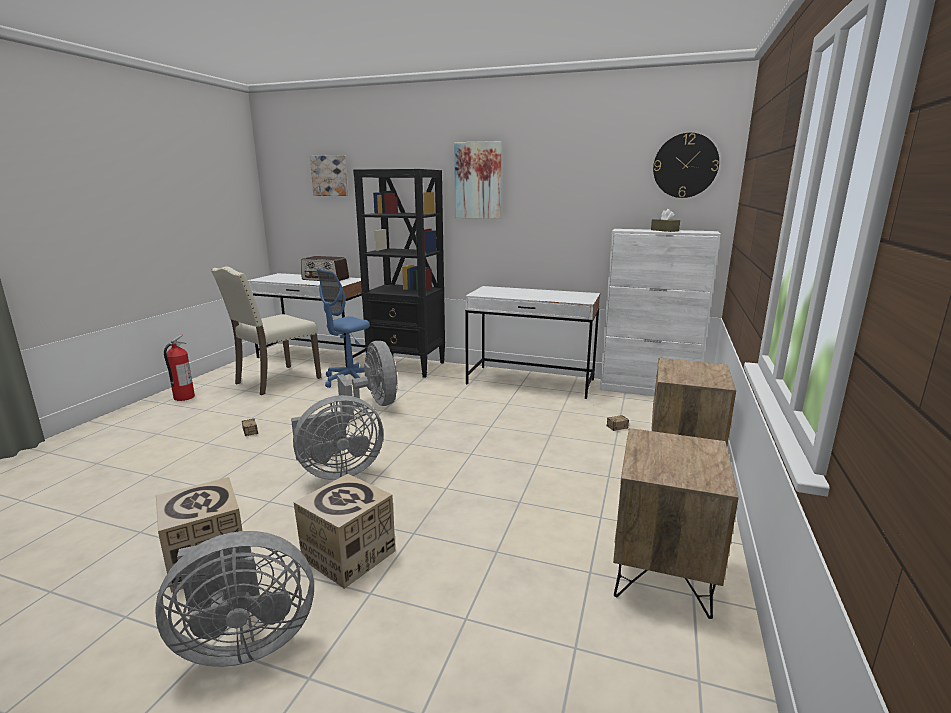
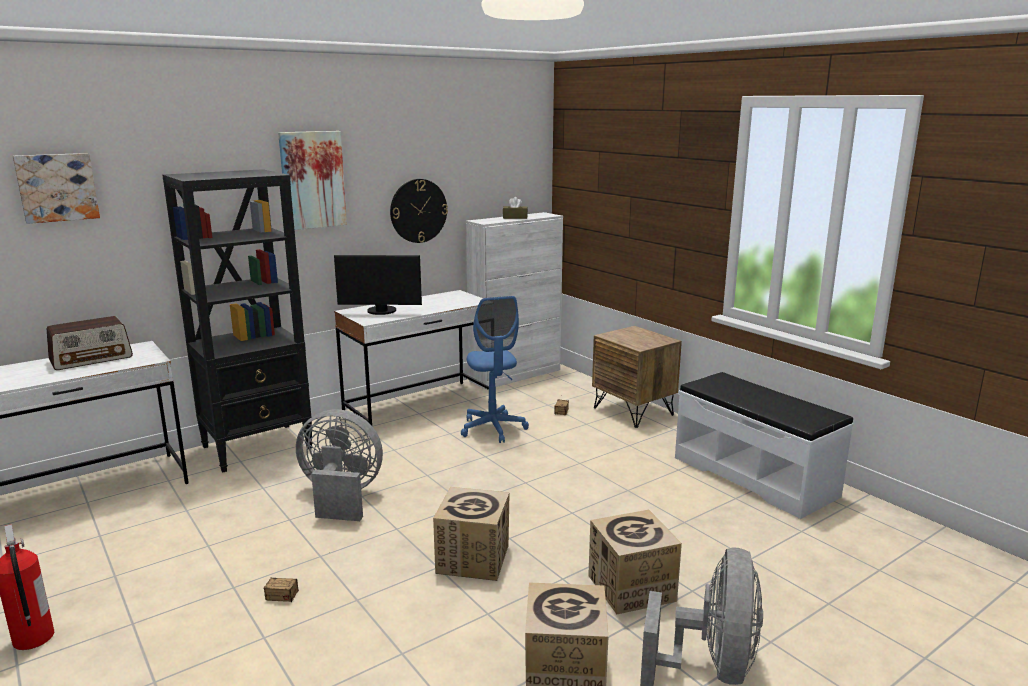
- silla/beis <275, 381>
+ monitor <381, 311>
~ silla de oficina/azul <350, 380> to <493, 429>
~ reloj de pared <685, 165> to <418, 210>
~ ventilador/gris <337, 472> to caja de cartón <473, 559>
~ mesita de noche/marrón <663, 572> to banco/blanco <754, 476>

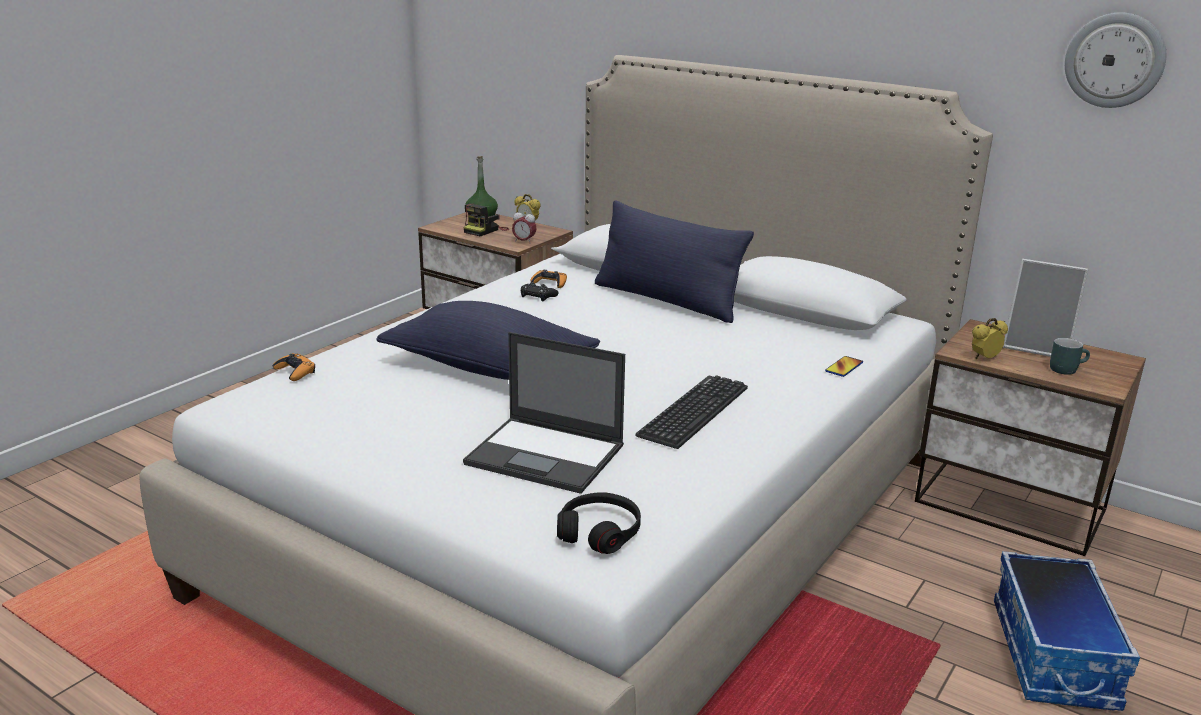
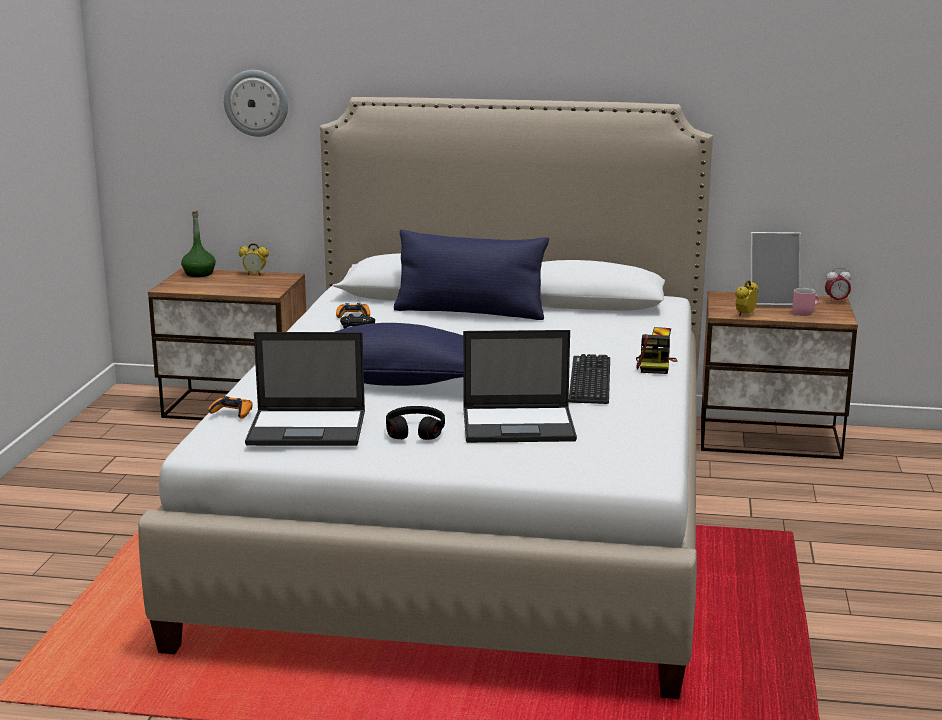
- caja de almacenaje <1055, 656>
+ portátil <308, 428>
~ cámara <485, 230> to <655, 366>
~ despertador <524, 241> to <836, 301>
~ auriculares/negro <599, 532> to <415, 431>
~ reloj de pared <1114, 60> to <256, 103>
~ taza grande/turquesa <1065, 369> to taza grande/rosa <804, 312>

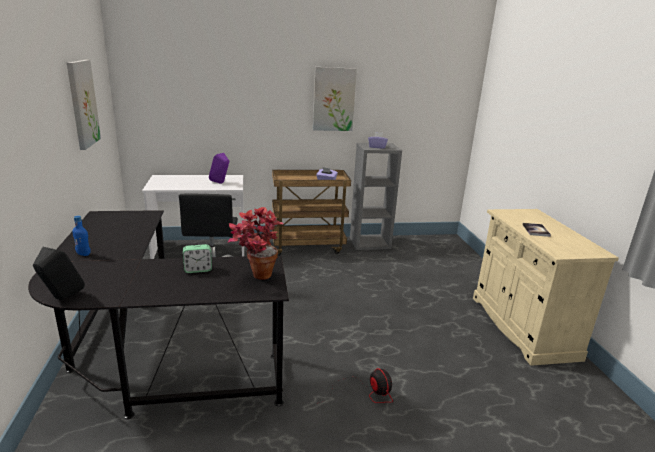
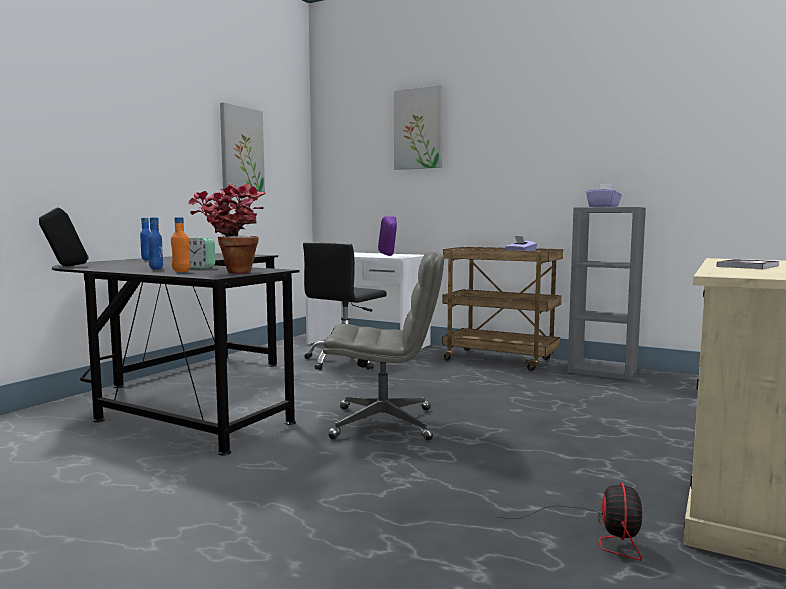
+ botella/azul <156, 269>
+ botella/naranja <181, 271>
+ silla de oficina/gris <385, 423>
~ cuadro <333, 99> to <418, 129>
~ ventilador <365, 393> to <596, 534>

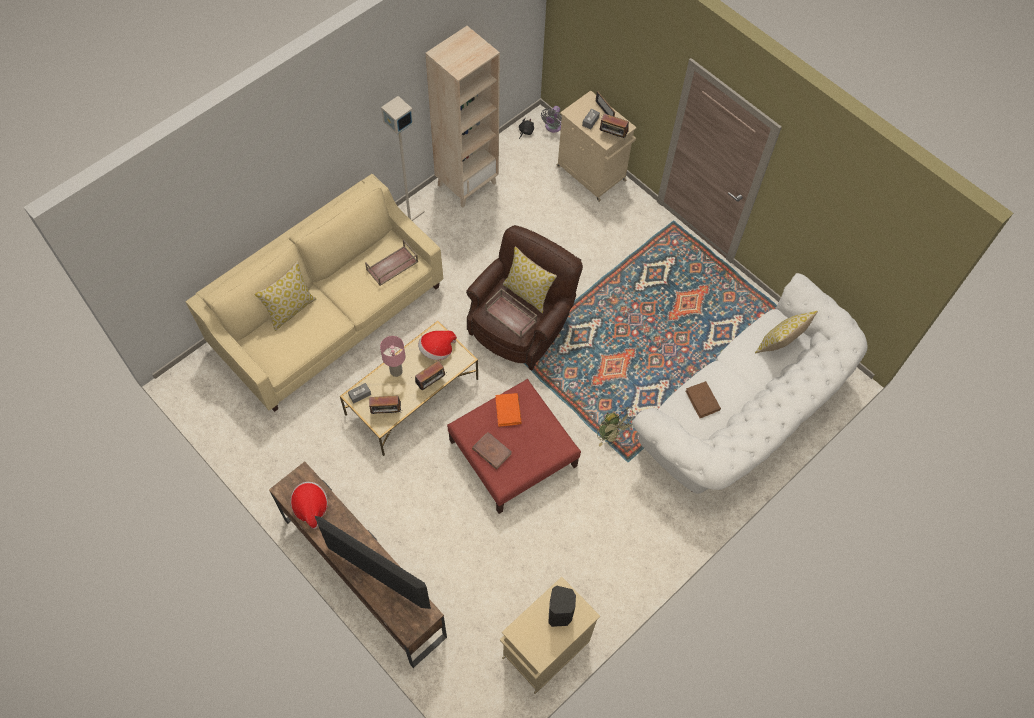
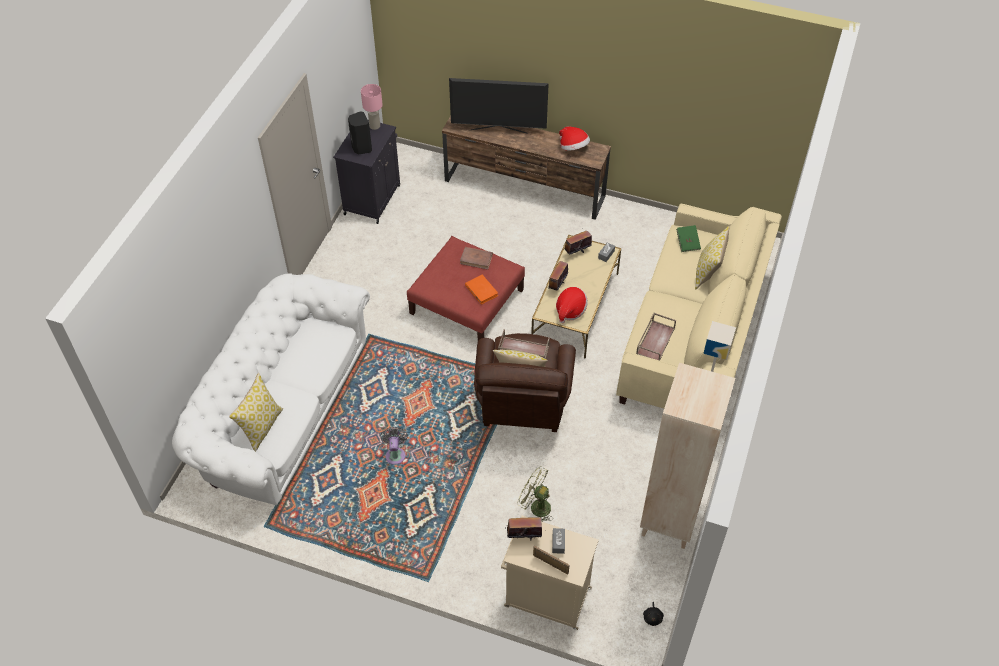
- libro/marrón <702, 400>
+ libro/verde <687, 243>
~ lámpara de mesa/rosa <396, 371> to <374, 126>
~ ventilador/gris <552, 127> to <395, 454>
~ ventilador/verde <612, 435> to <536, 507>
~ armario/beis <544, 651> to armario/negro <373, 199>

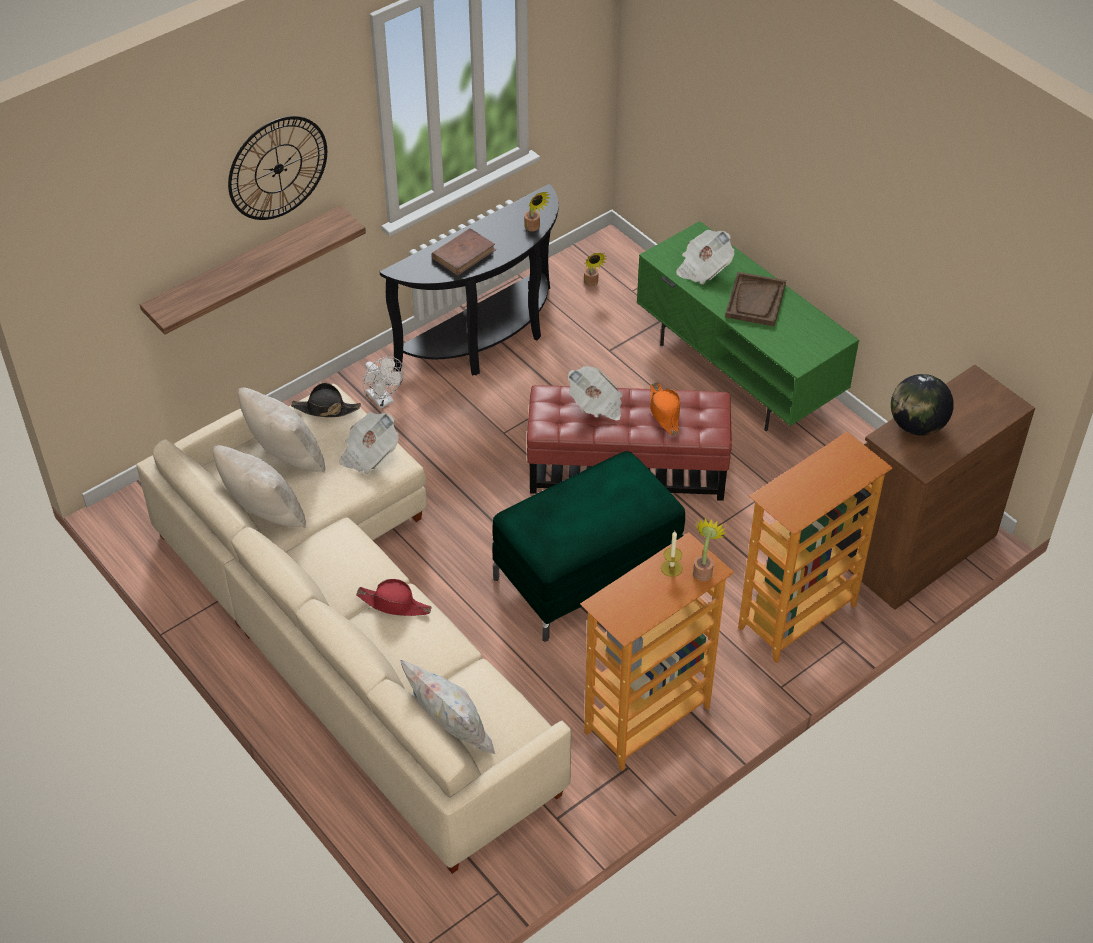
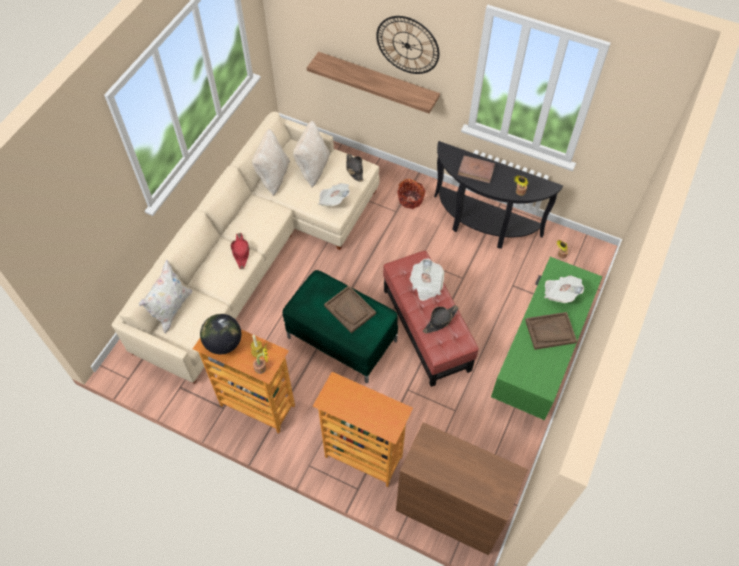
+ bandeja/marrón <350, 310>
~ globo terráqueo <917, 425> to <224, 343>
~ ventilador/blanco <383, 400> to cesta <410, 199>
~ sombrero/naranja <664, 412> to sombrero/negro <440, 321>

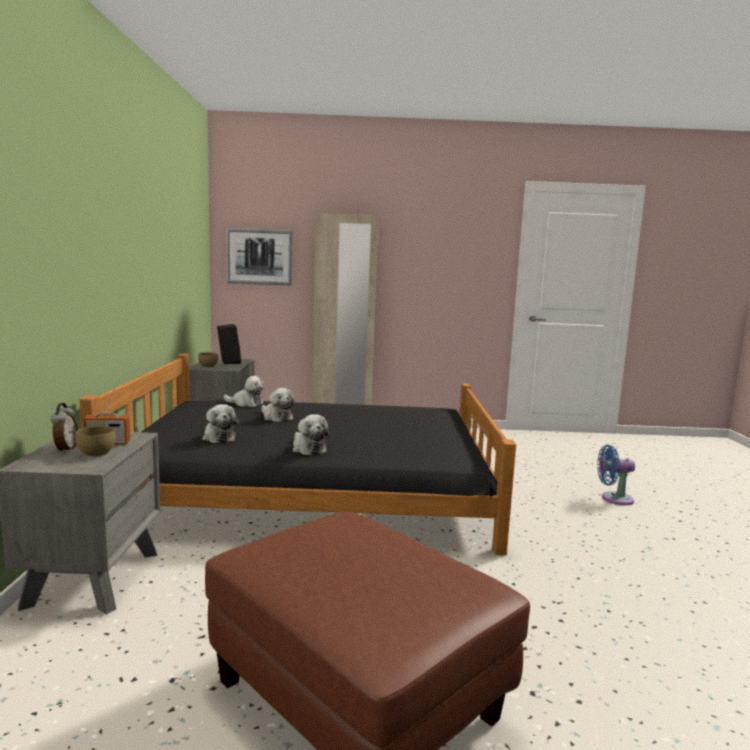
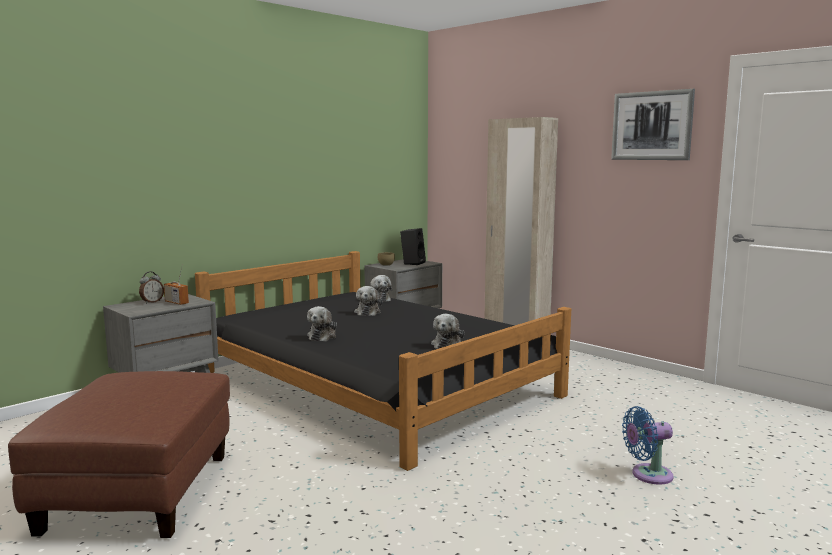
- cuenco/marrón <96, 454>
~ peluche <219, 437> to <447, 344>
~ cuadro <259, 256> to <651, 126>
~ ventilador/azul <613, 499> = <648, 475> 60 degrees counterclockwise

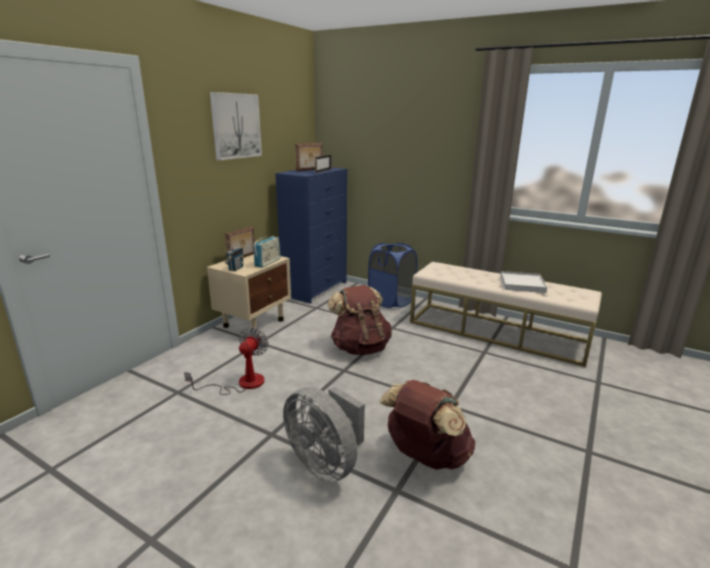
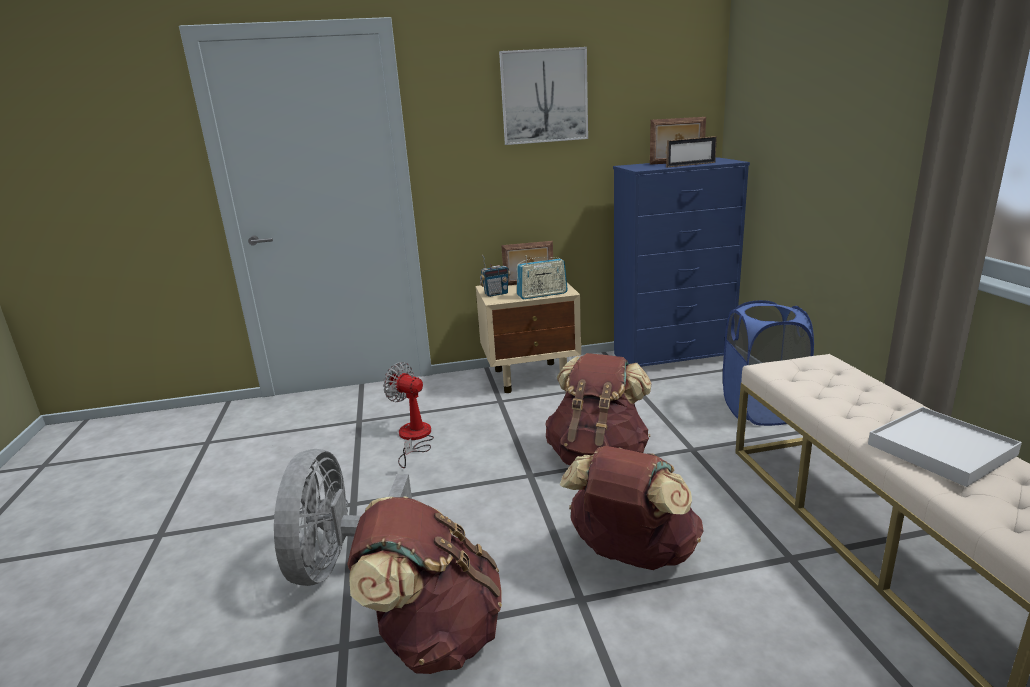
+ mochila/marrón <631, 555>
~ ventilador <241, 383> = <414, 438> 120 degrees counterclockwise

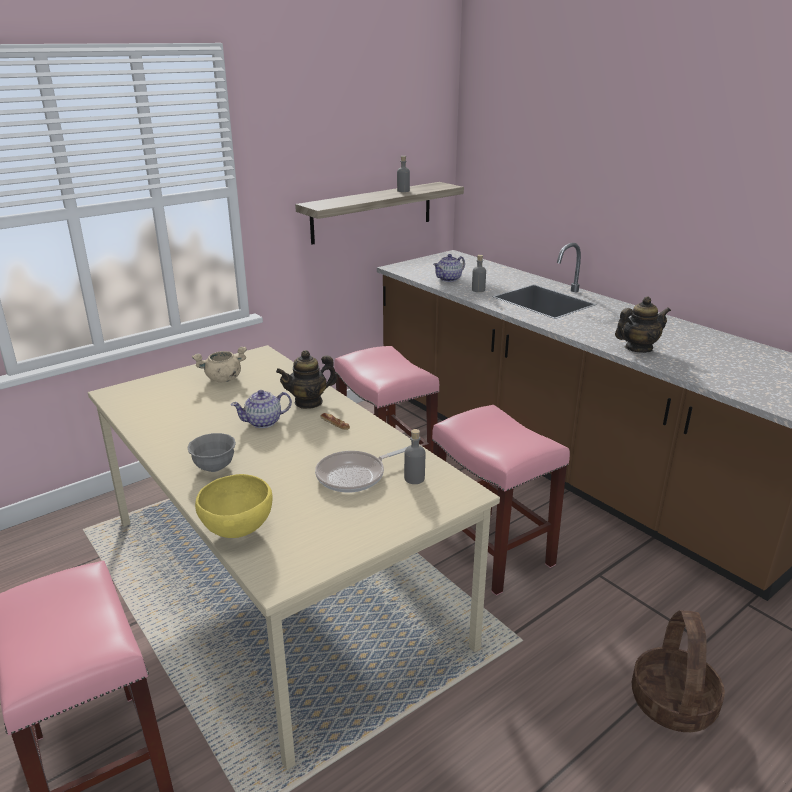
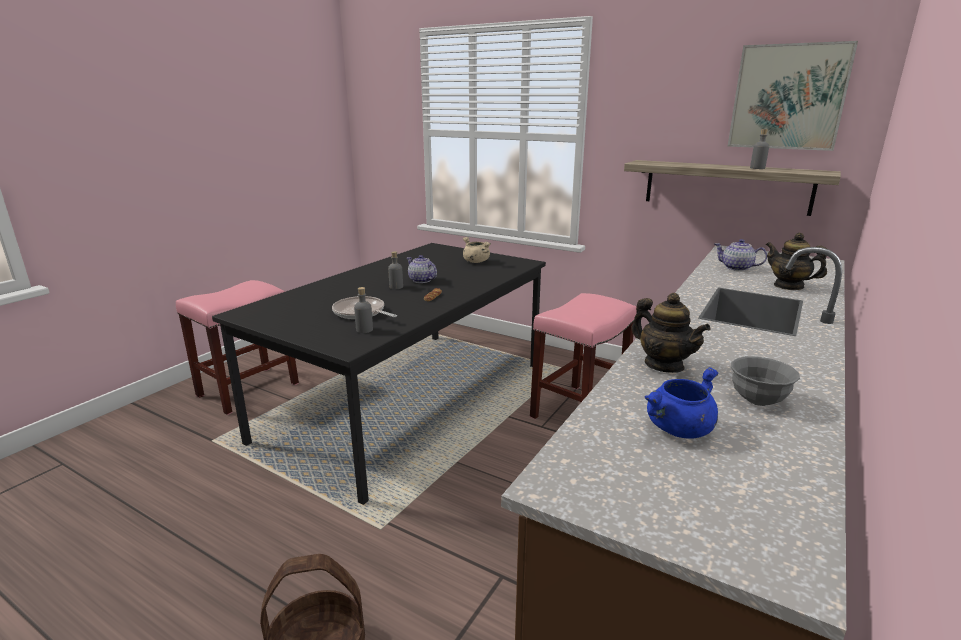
- cuenco/amarillo <238, 531>
- taburete/rosa <492, 551>
+ olla/azul <679, 430>
+ cuadro <788, 97>
~ cuenco/gris <214, 467> to <758, 400>
~ tetera <308, 402> to <788, 286>
~ botella/gris <478, 290> to <396, 287>
~ mesa de comedor/beis <283, 579> to mesa de comedor/negro <409, 401>

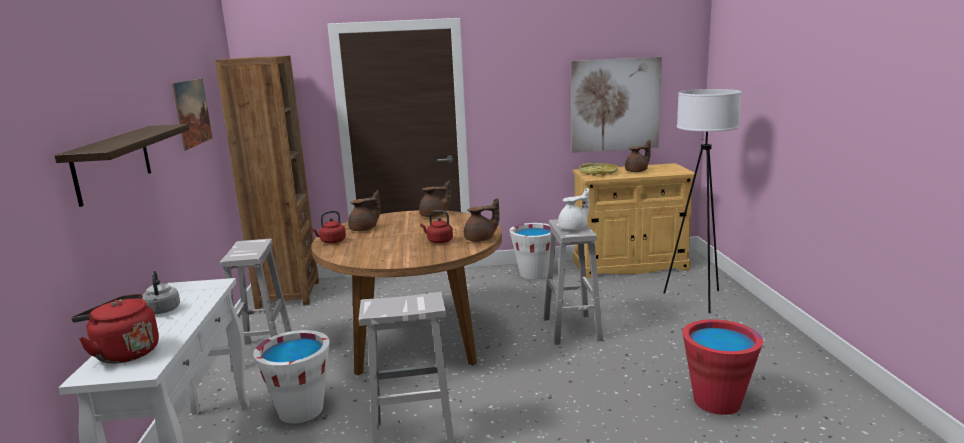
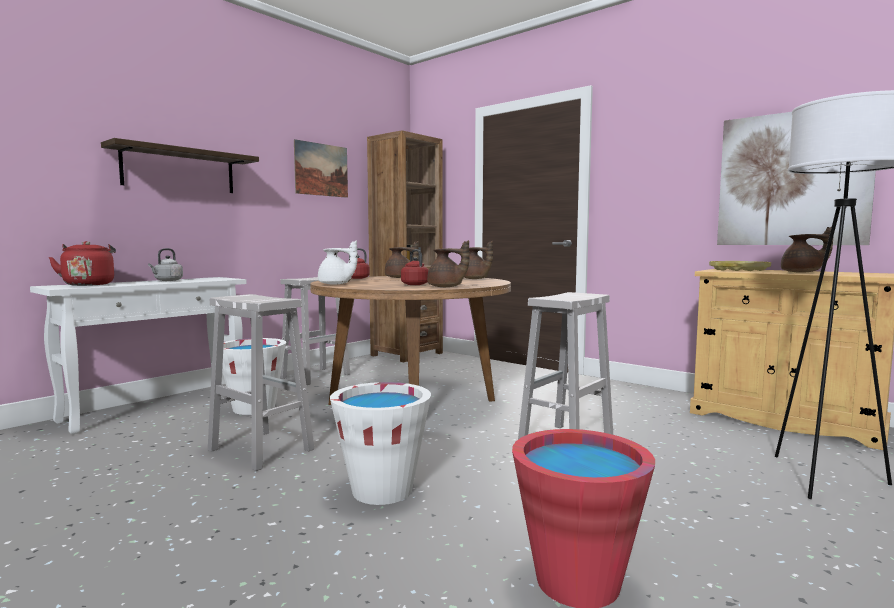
~ cubo/blanco <533, 273> to <382, 490>
~ tetera/blanco <574, 228> to <336, 284>

